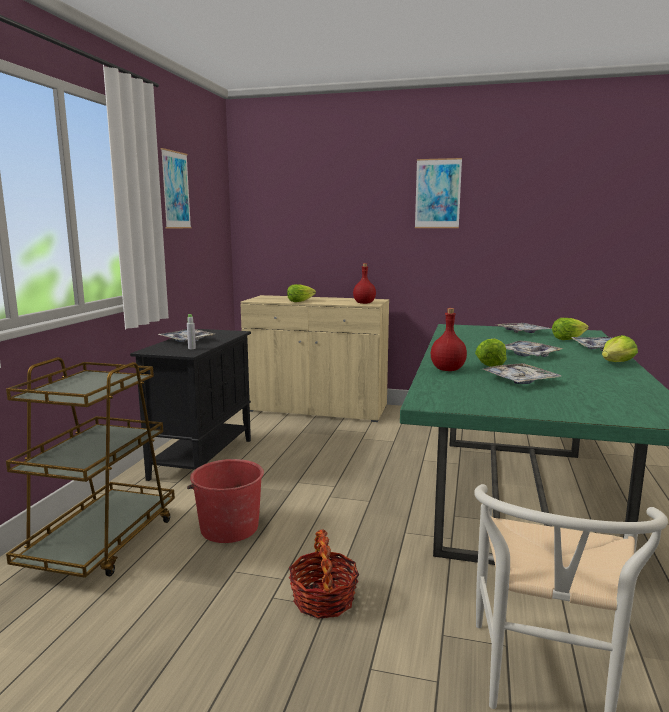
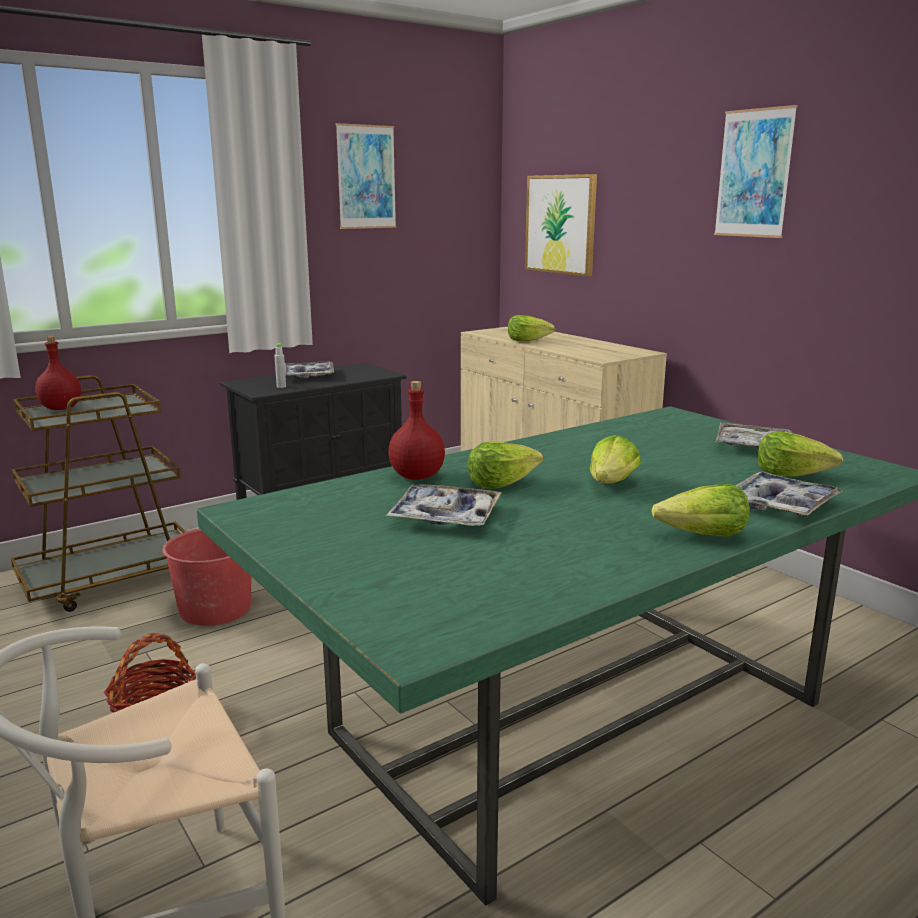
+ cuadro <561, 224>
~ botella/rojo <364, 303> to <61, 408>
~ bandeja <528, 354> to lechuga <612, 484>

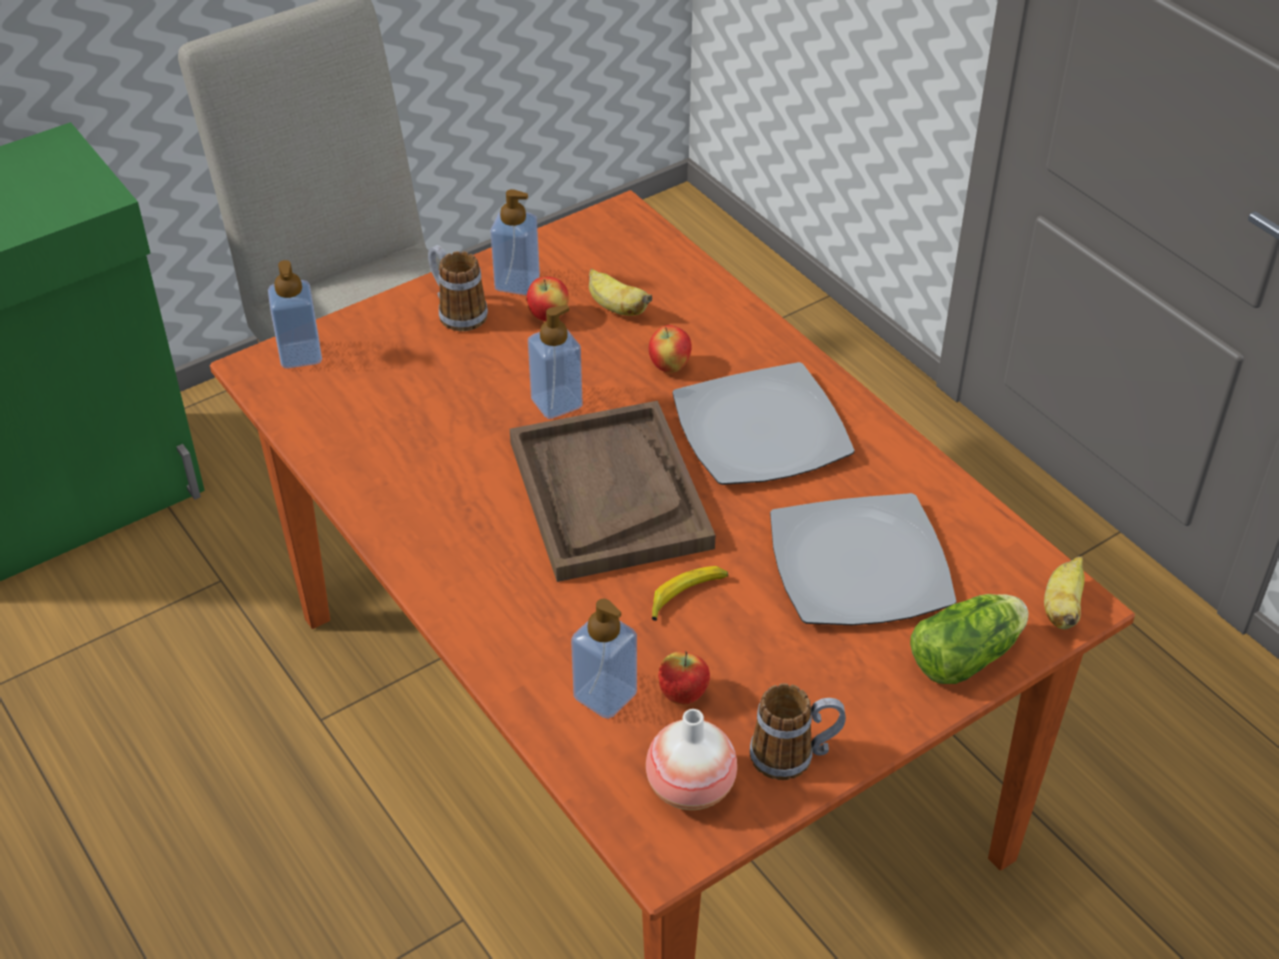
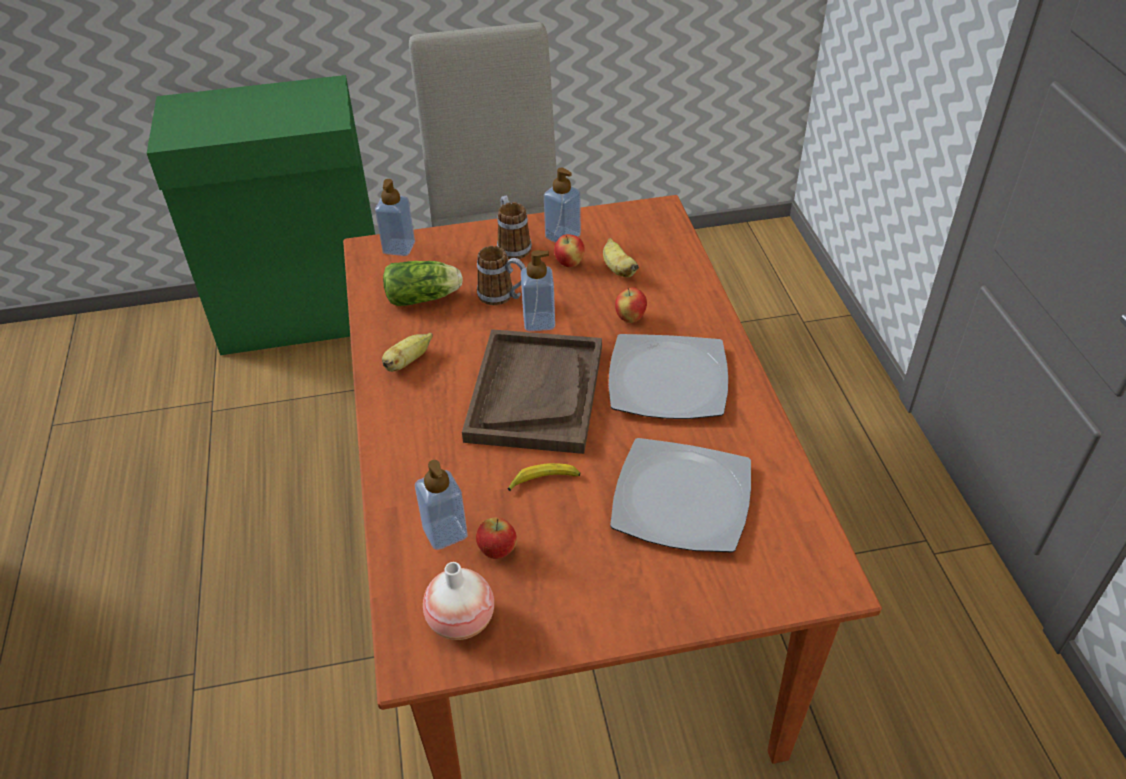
~ taza grande <794, 755> to <502, 296>
~ lechuga <969, 655> to <425, 298>
~ plátano <1062, 608> to <407, 362>

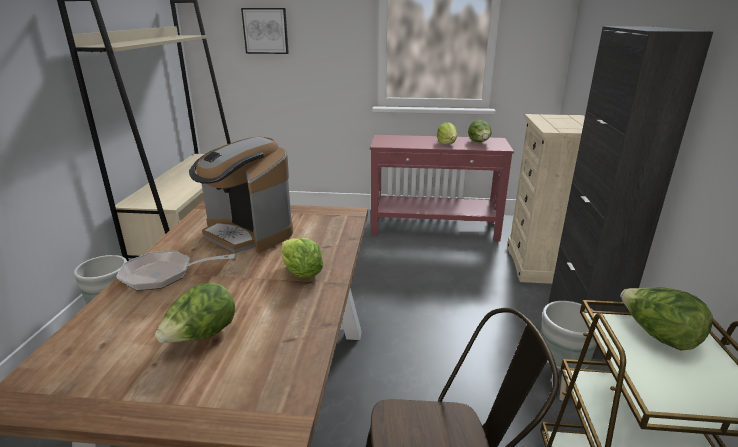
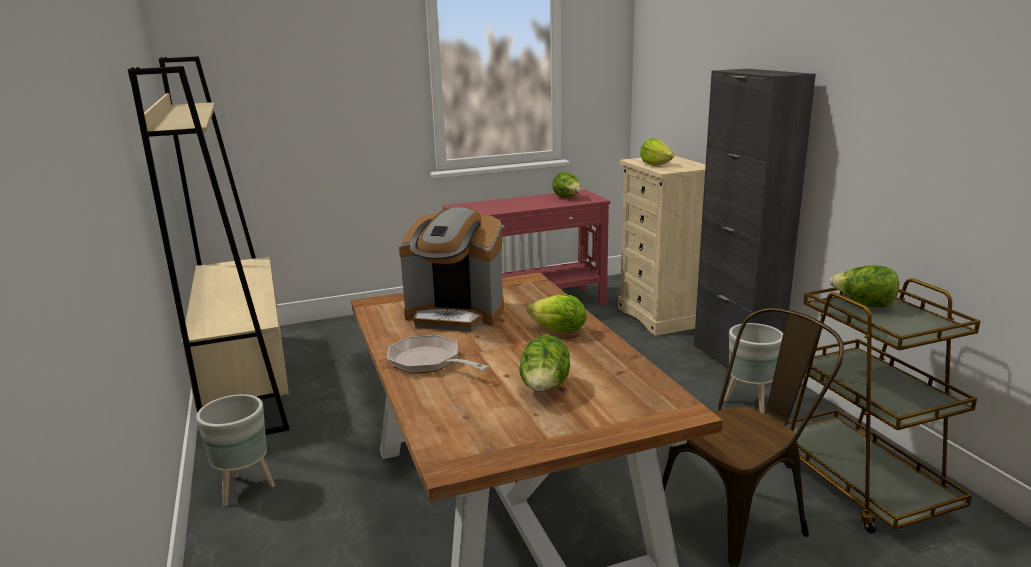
- cuadro <265, 31>
~ lechuga <447, 143> to <655, 164>
~ sartén <164, 275> = <429, 362> 75 degrees clockwise

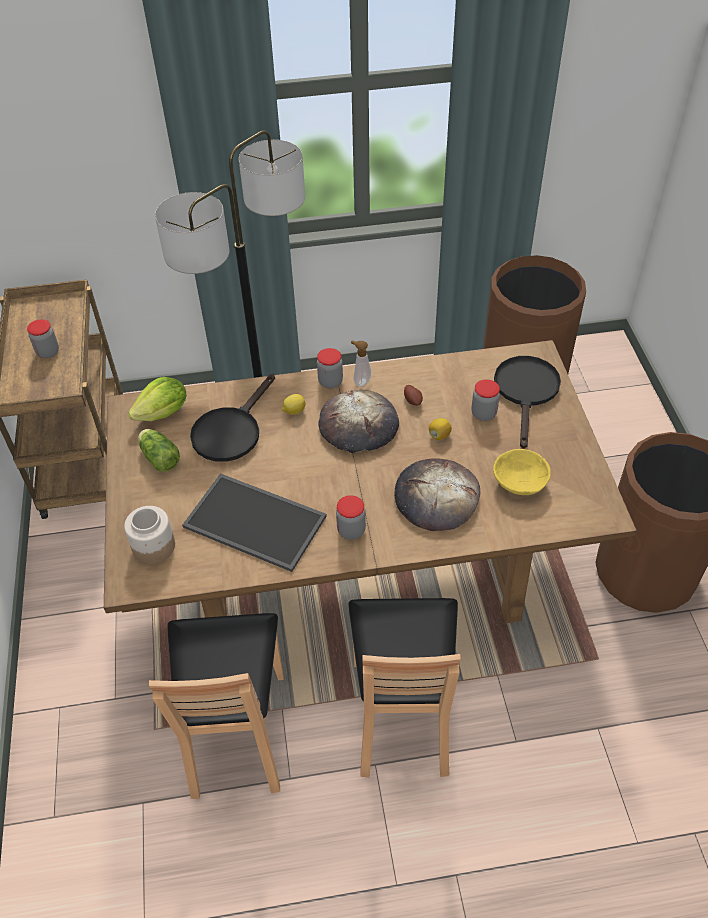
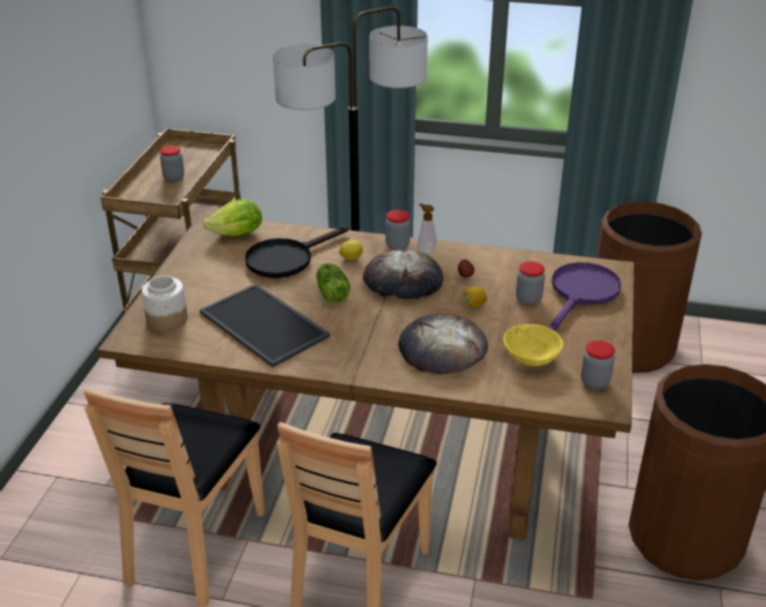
~ lechuga <159, 457> to <331, 292>
~ tarro <351, 530> to <595, 382>
~ sartén/negro <526, 392> to sartén/morado <581, 293>

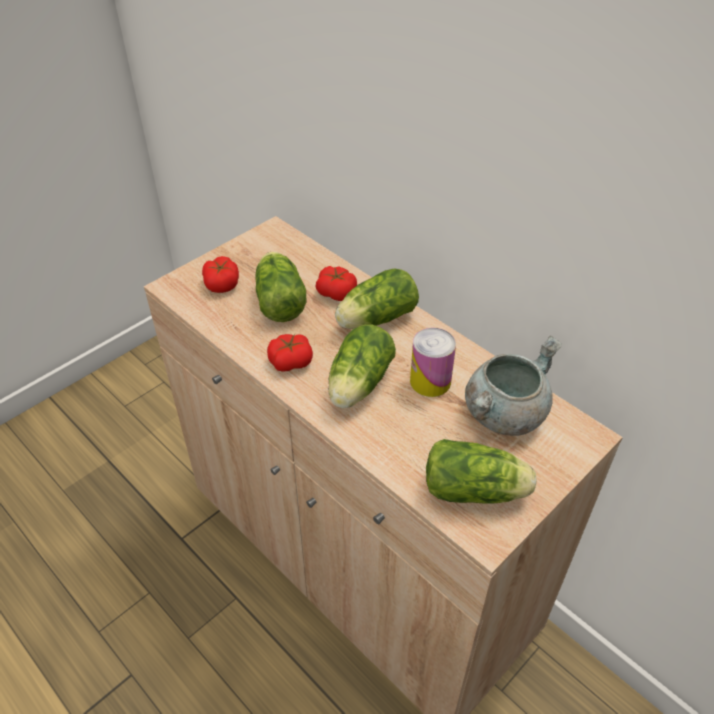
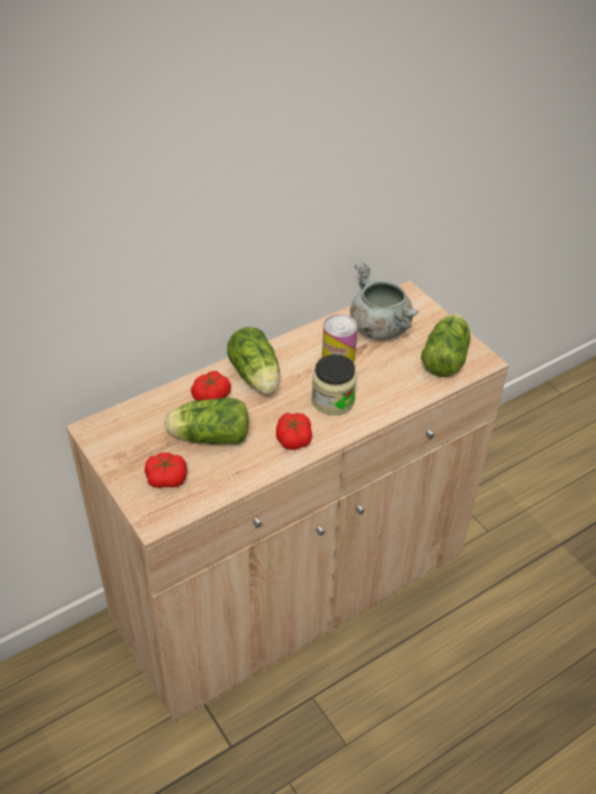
~ lechuga <358, 385> to tarro <333, 400>

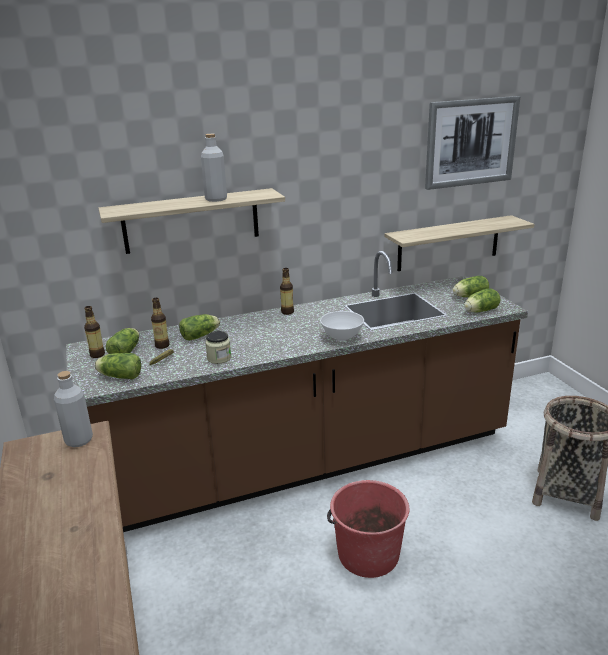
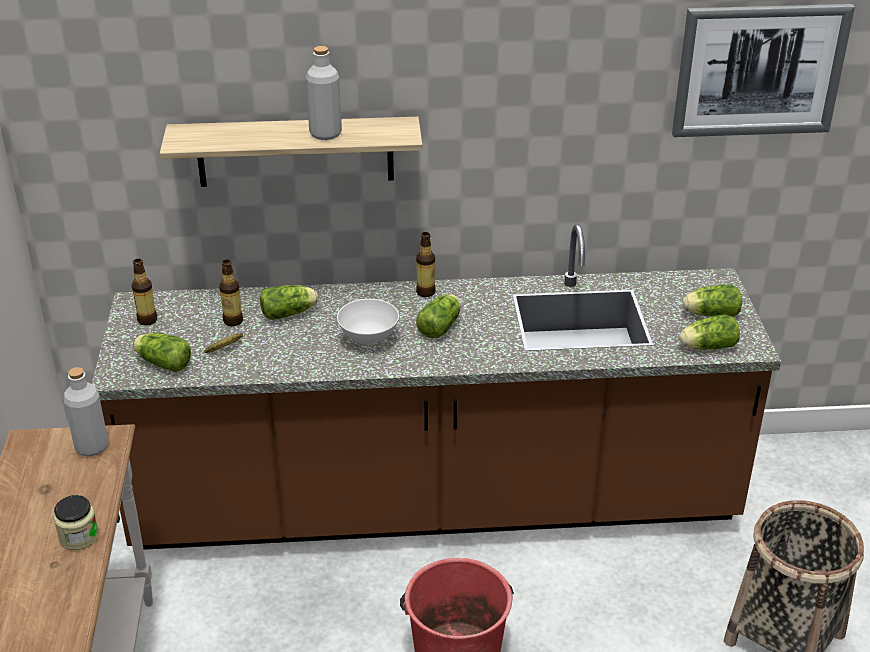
- estante <448, 243>
~ lechuga <126, 351> to <441, 326>
~ tarro <219, 358> to <79, 537>
~ cuenco/blanco <341, 338> to <368, 339>

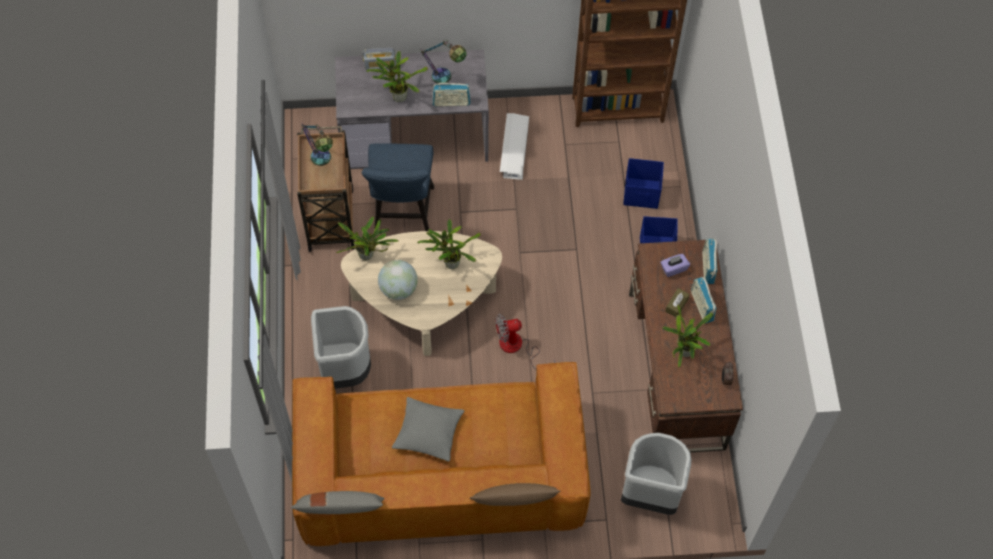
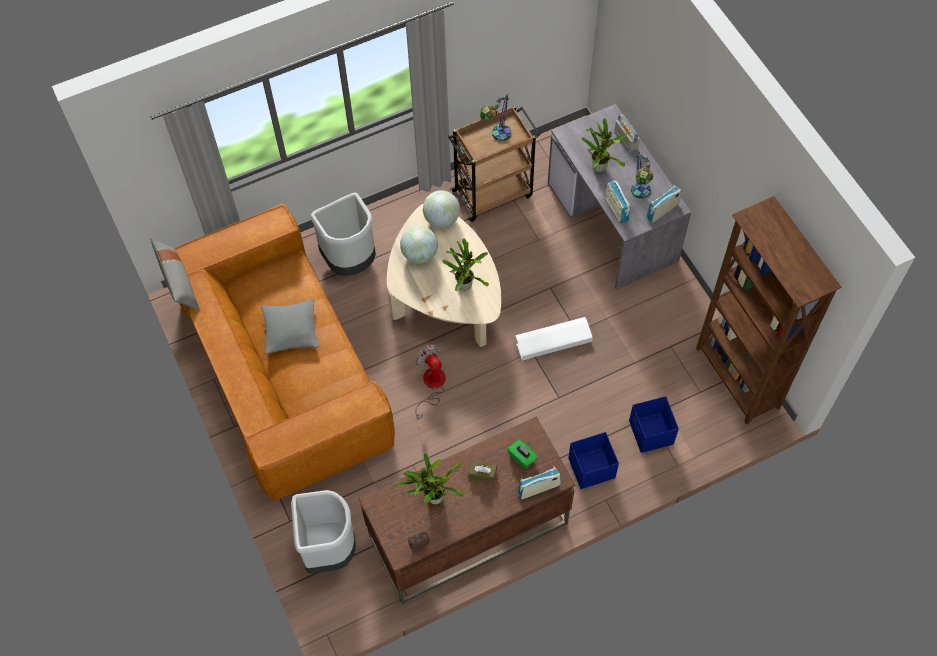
- silla/azul <402, 213>
- cojín/marrón <514, 502>
~ caja de almacenaje/blanco <514, 149> to <553, 341>
~ radio <701, 306> to <662, 211>
~ planta en maceta <368, 256> to globo terráqueo <442, 219>
~ caja de pañuelos/morado <673, 268> to caja de pañuelos/verde <522, 457>

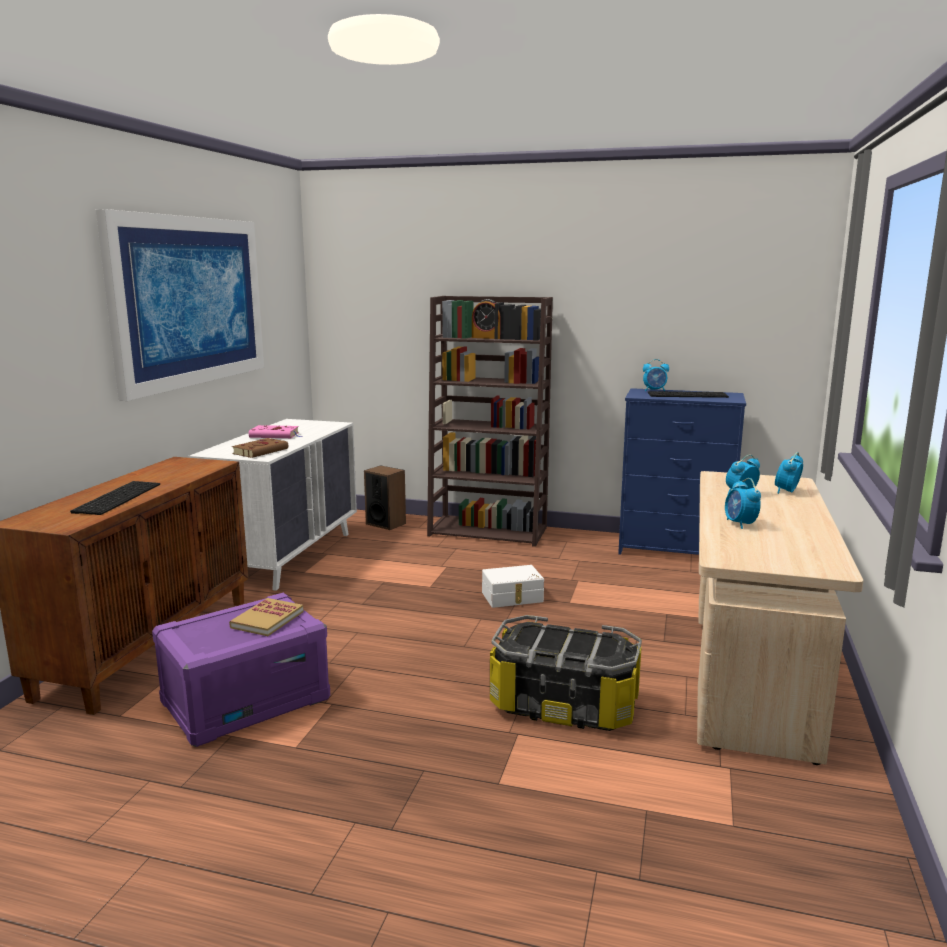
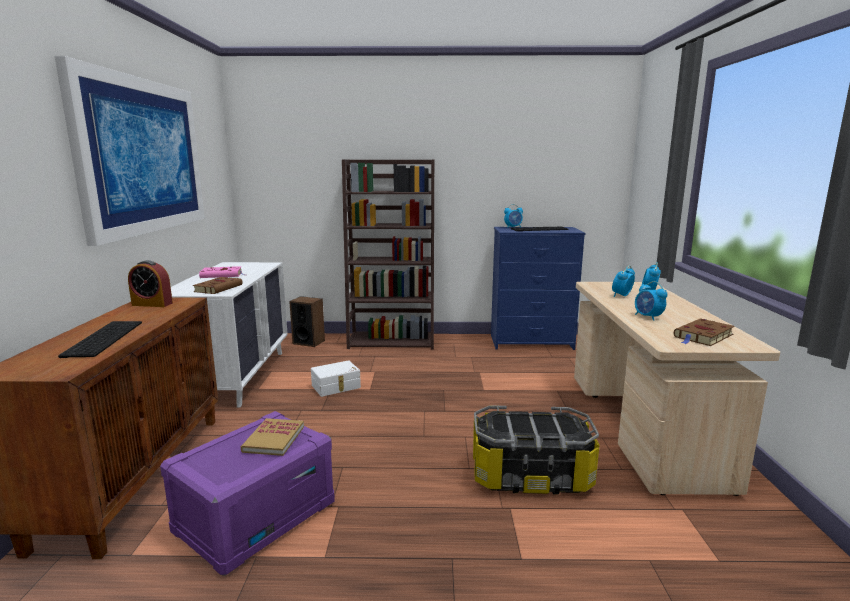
+ libro/marrón <703, 336>
~ despertador <487, 337> to <152, 304>
~ caja de almacenaje/blanco <513, 597> to <336, 387>

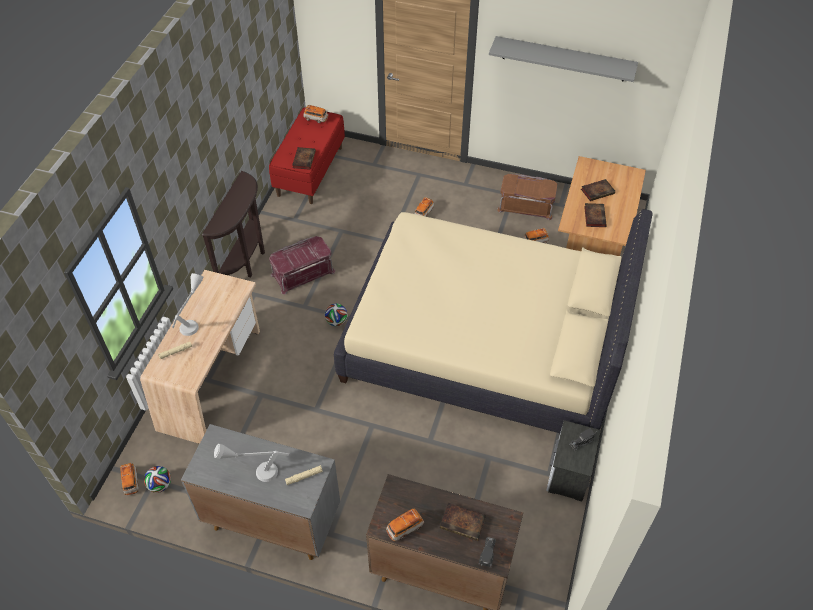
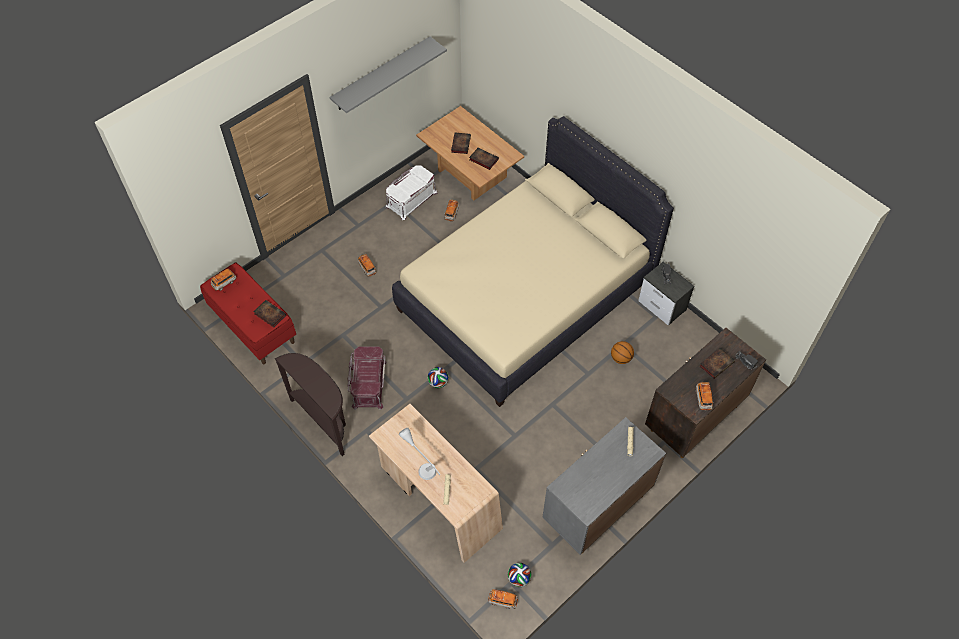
- lámpara de mesa/gris <255, 472>
+ balón de baloncesto <621, 358>
~ caja de almacenaje/marrón <526, 205> to caja de almacenaje/blanco <411, 199>

